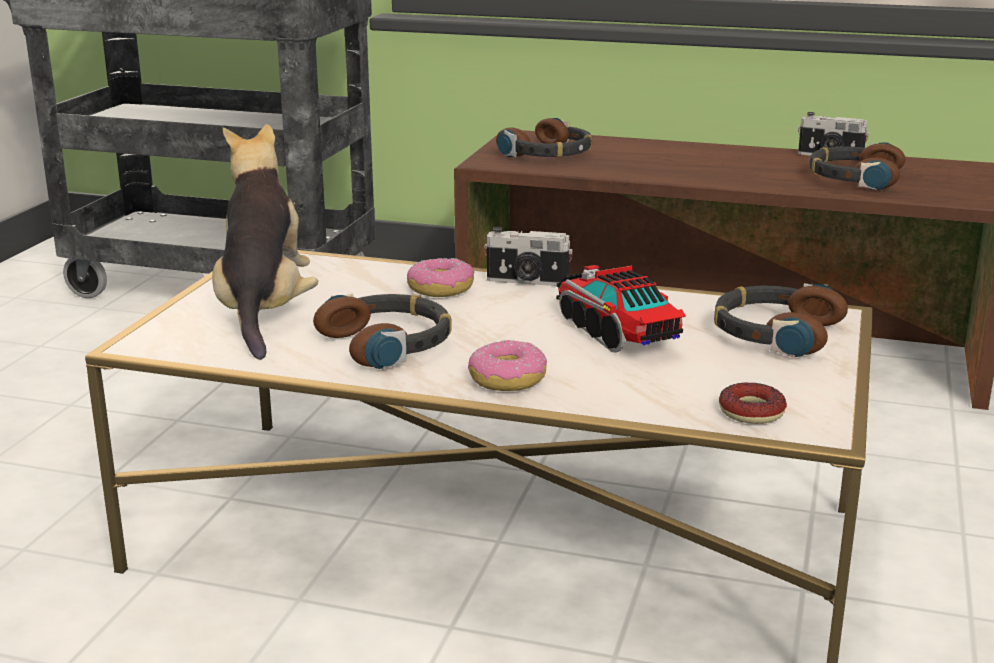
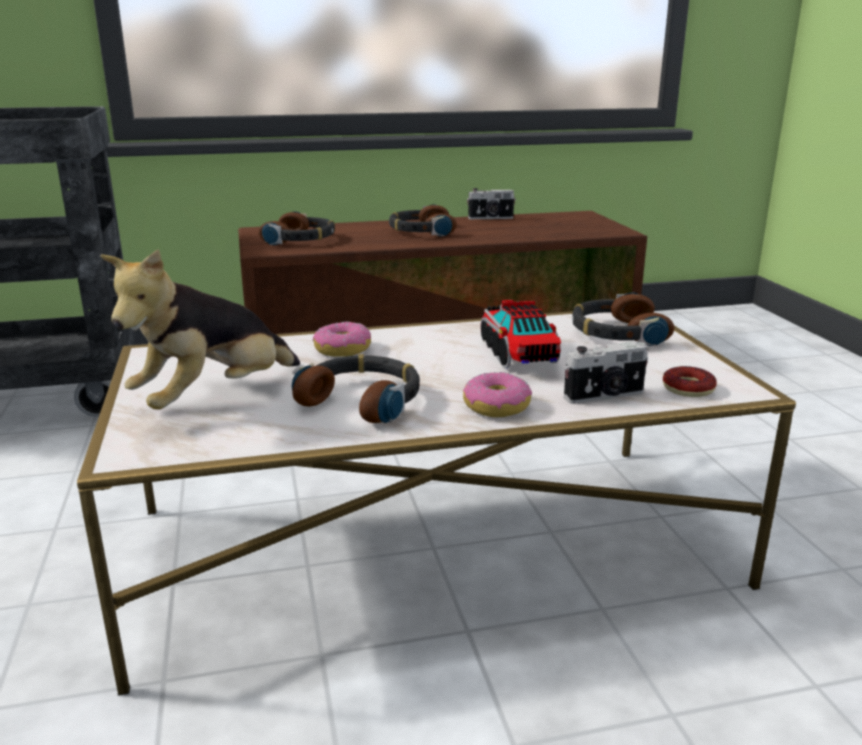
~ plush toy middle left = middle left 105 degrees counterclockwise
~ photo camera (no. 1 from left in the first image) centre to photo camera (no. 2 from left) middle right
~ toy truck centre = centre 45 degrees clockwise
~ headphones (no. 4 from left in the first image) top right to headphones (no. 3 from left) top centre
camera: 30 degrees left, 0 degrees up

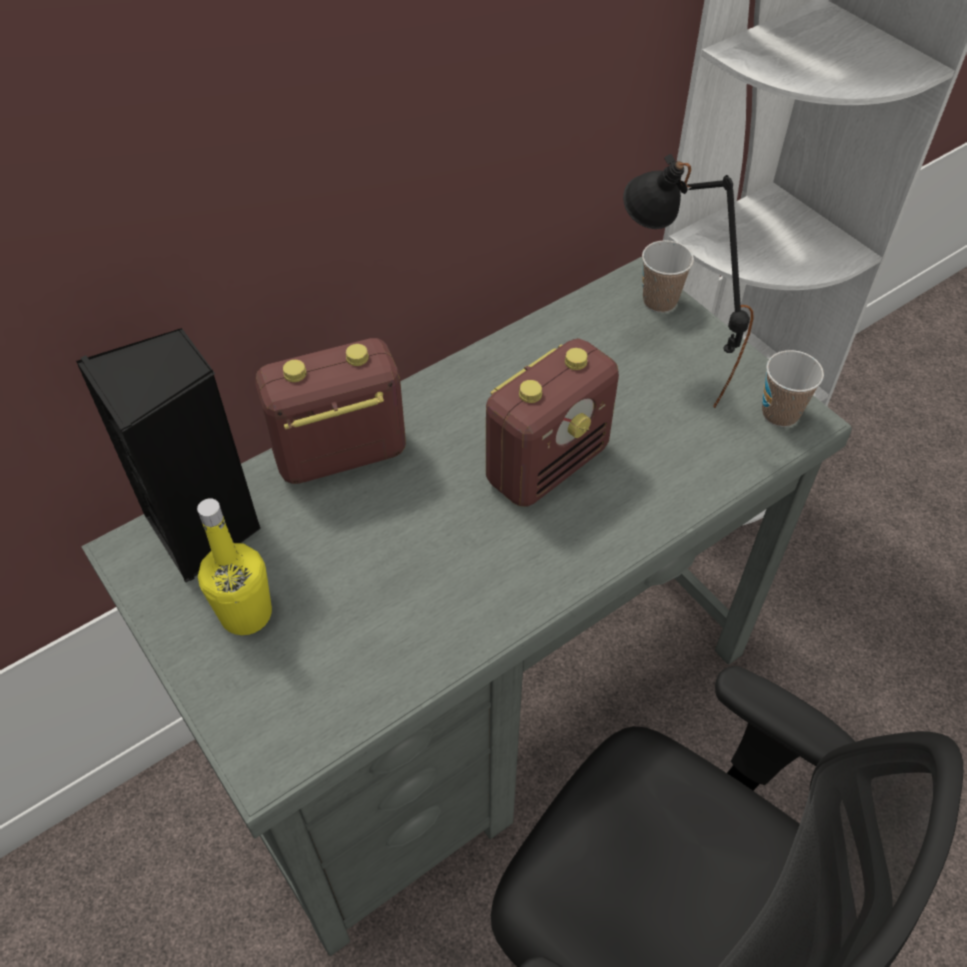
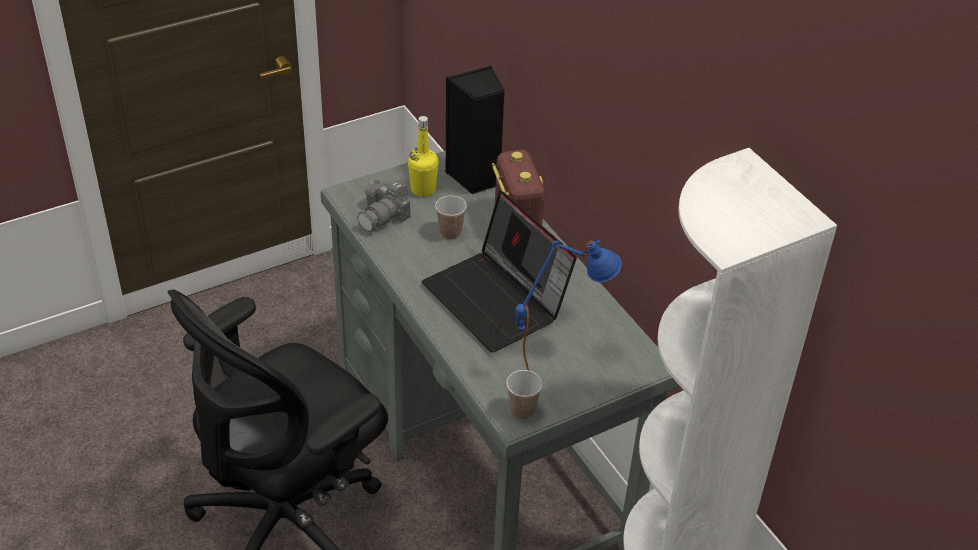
~ radio (no. 2 from left) centre to laptop centre
~ black table lamp top right to blue table lamp centre
~ cup (no. 1 from left) top right to centre
+ photo camera centre
camera: 95 degrees right, 10 degrees down

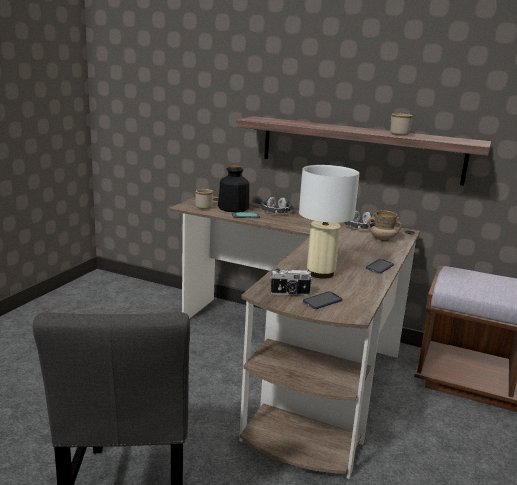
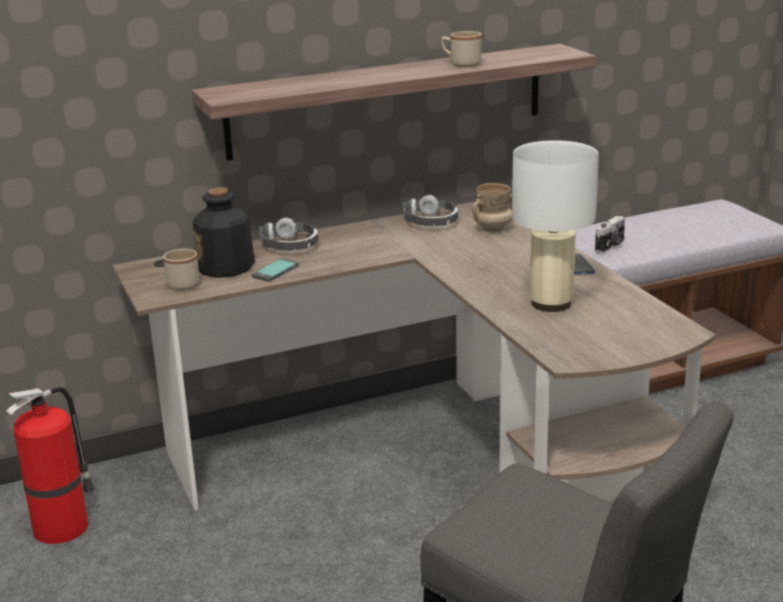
~ photo camera centre to middle right
- phone (no. 2 from left) centre
+ fire extinguisher bottom left
camera: 45 degrees left, 5 degrees up

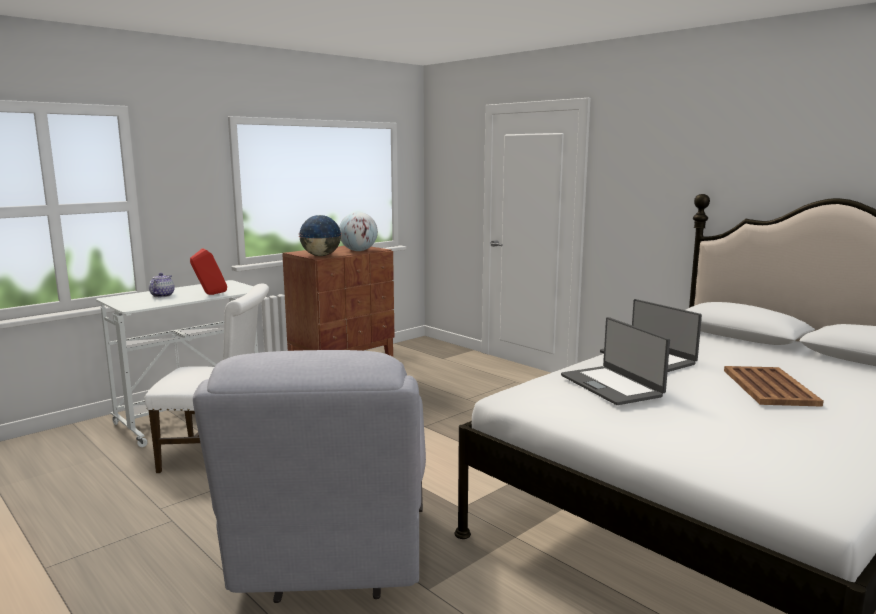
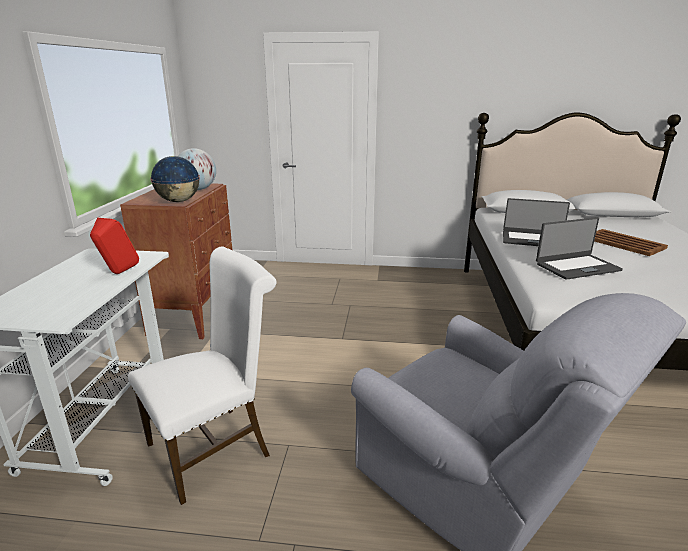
- teapot middle left
~ laptop (no. 1 from left in the first image) middle right = middle right 45 degrees counterclockwise
camera: 40 degrees left, 10 degrees up

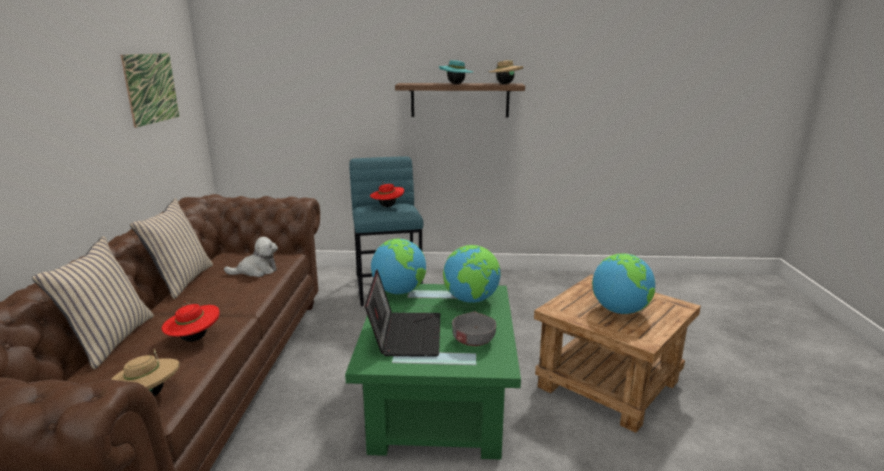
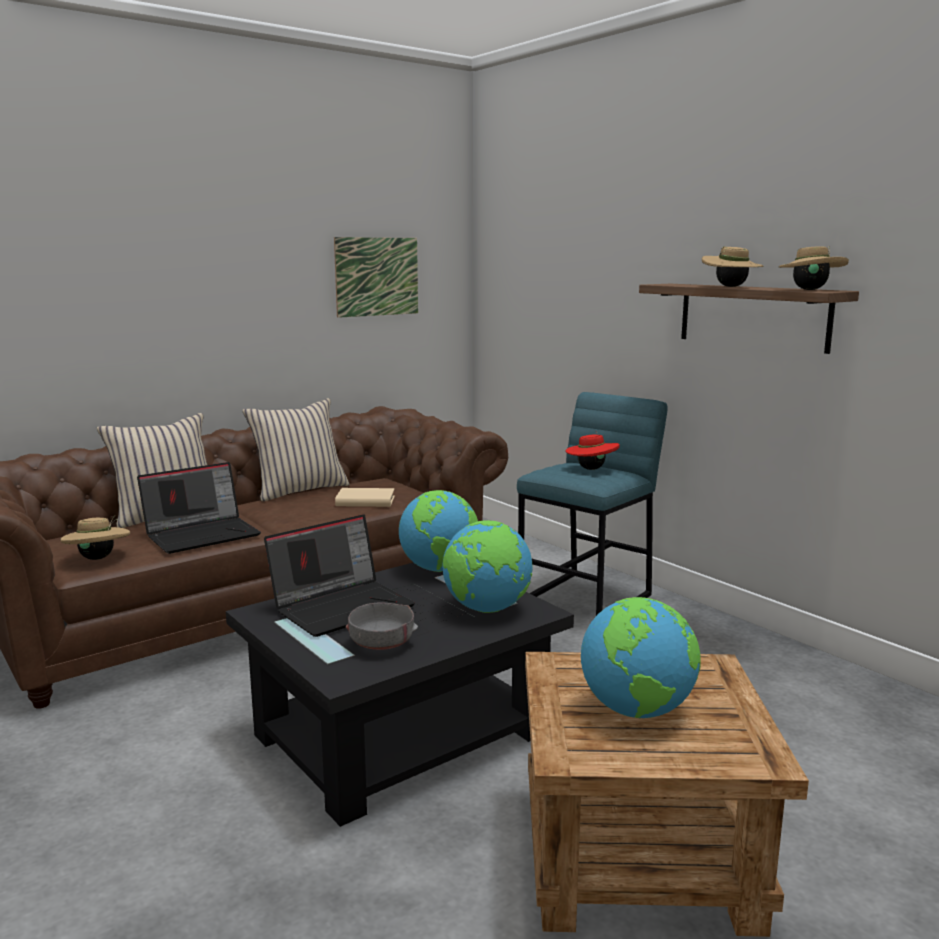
~ red hat (no. 1 from left) bottom left to laptop (no. 1 from left) middle left
~ plush toy middle left to beige book centre
~ green coffee table bottom centre to black coffee table bottom centre
~ turquoise hat top centre to beige hat (no. 2 from left) top right
camera: 50 degrees right, 5 degrees down

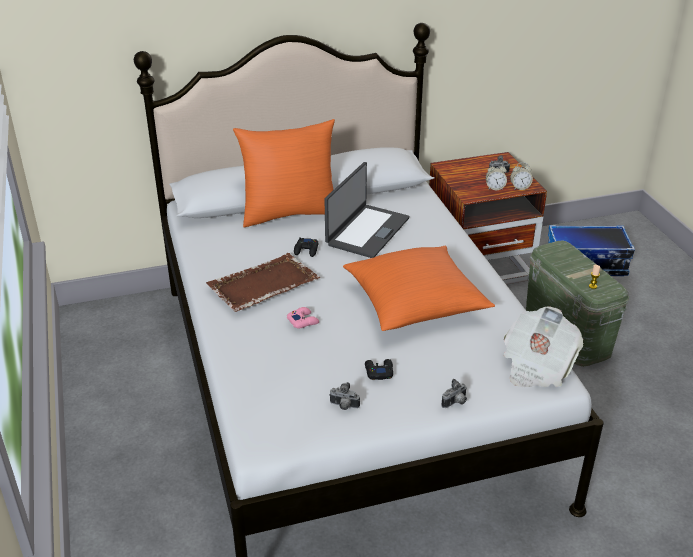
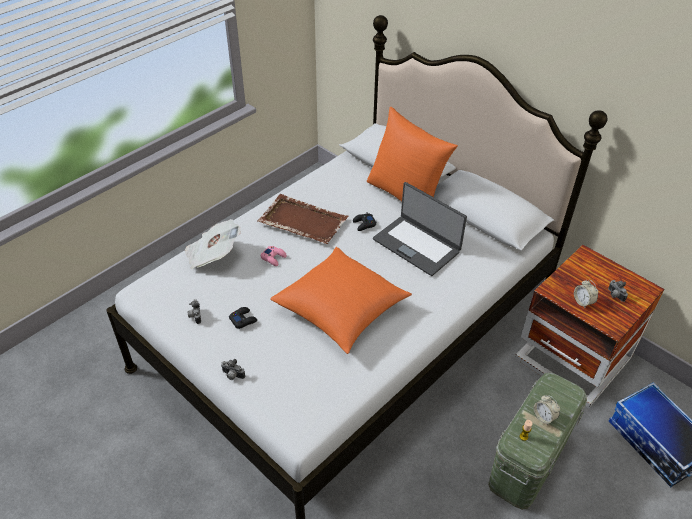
~ laptop centre = centre 45 degrees clockwise
~ newspaper middle right to middle left
~ alarm clock (no. 2 from left in the first image) top right to alarm clock (no. 1 from left) bottom right
camera: 60 degrees right, 10 degrees up

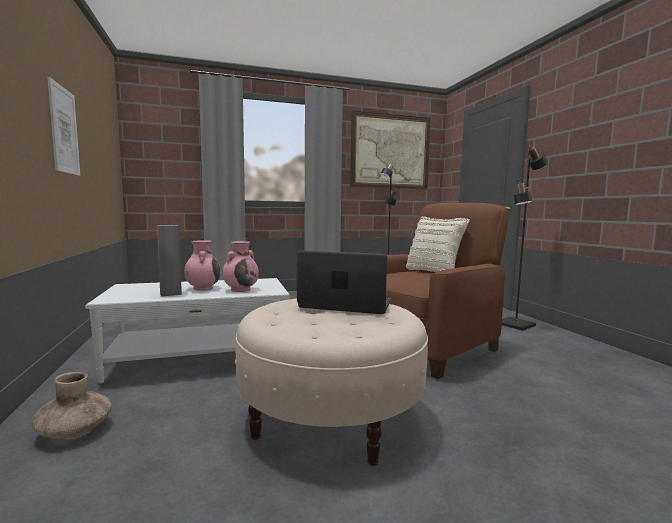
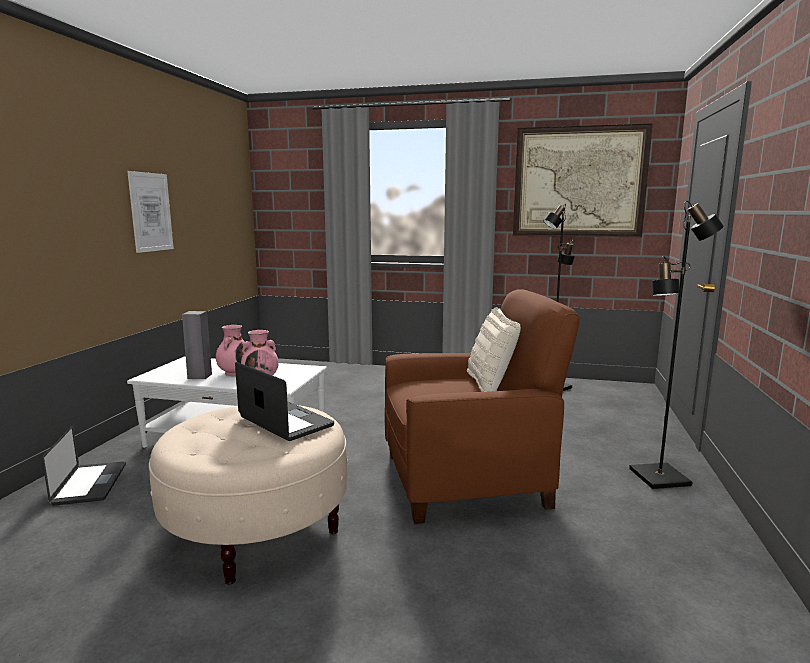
~ brown vase bottom left to laptop (no. 1 from left) bottom left
camera: 30 degrees right, 5 degrees up

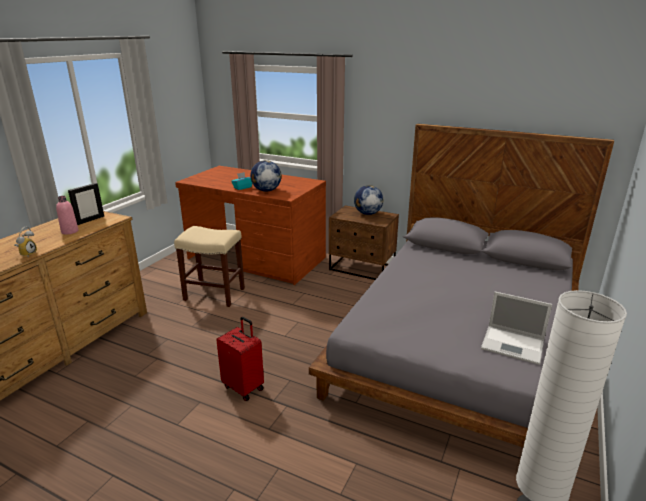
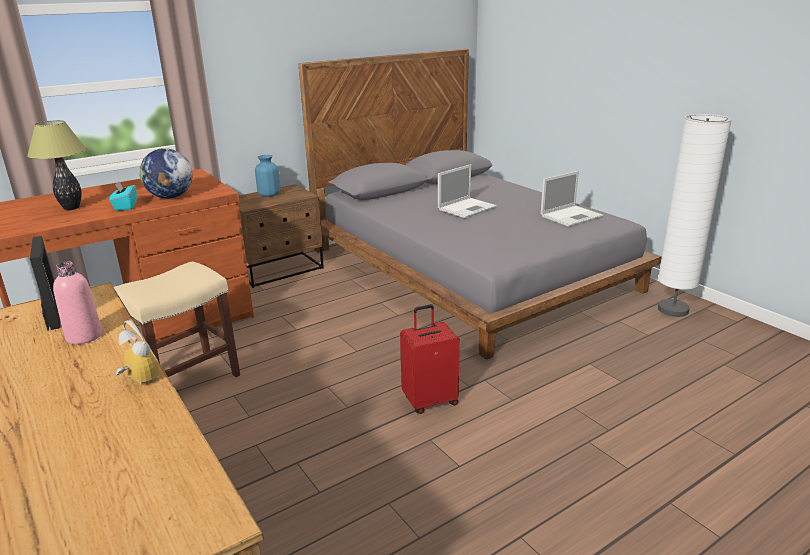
~ globe (no. 2 from left) centre to blue vase top left
+ table lamp top left
+ laptop (no. 1 from left) centre
camera: 60 degrees left, 0 degrees up

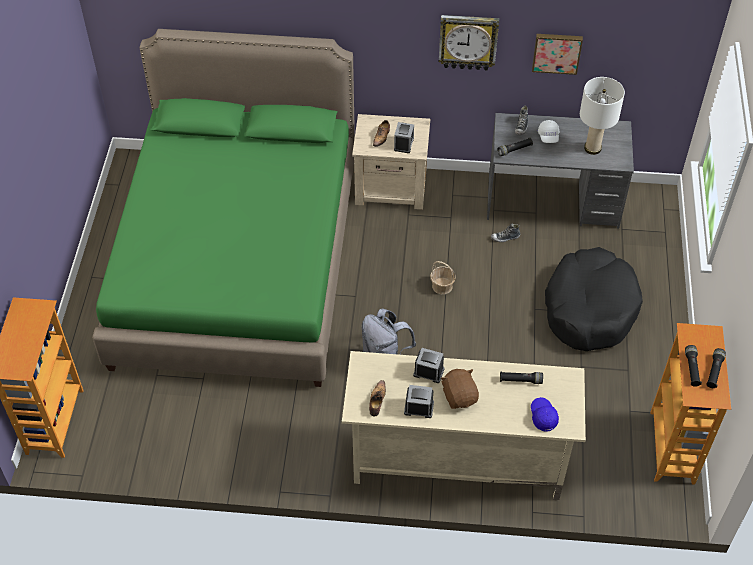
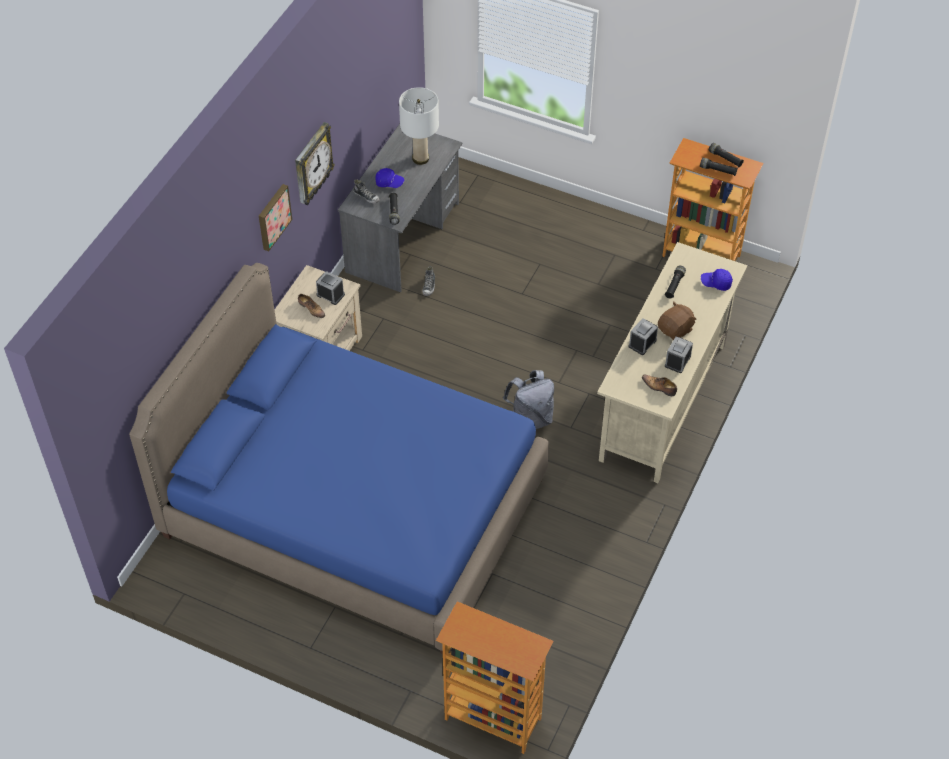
~ green bed middle left to blue bed centre
- basket centre
~ brown plush toy bottom centre = middle right 135 degrees clockwise
~ picture top right to top left
~ white cap top right to blue cap (no. 1 from left) top centre
- black dog bed middle right
camera: 70 degrees left, 0 degrees up

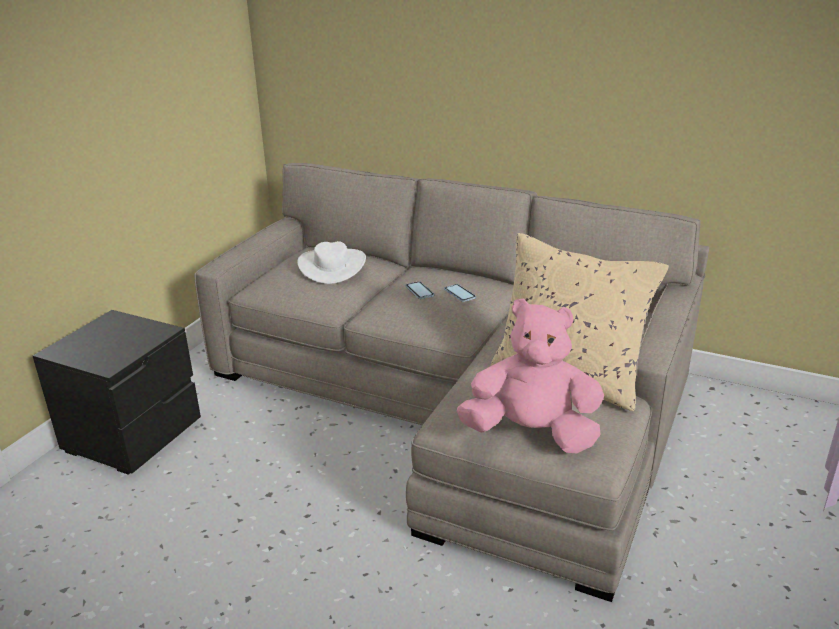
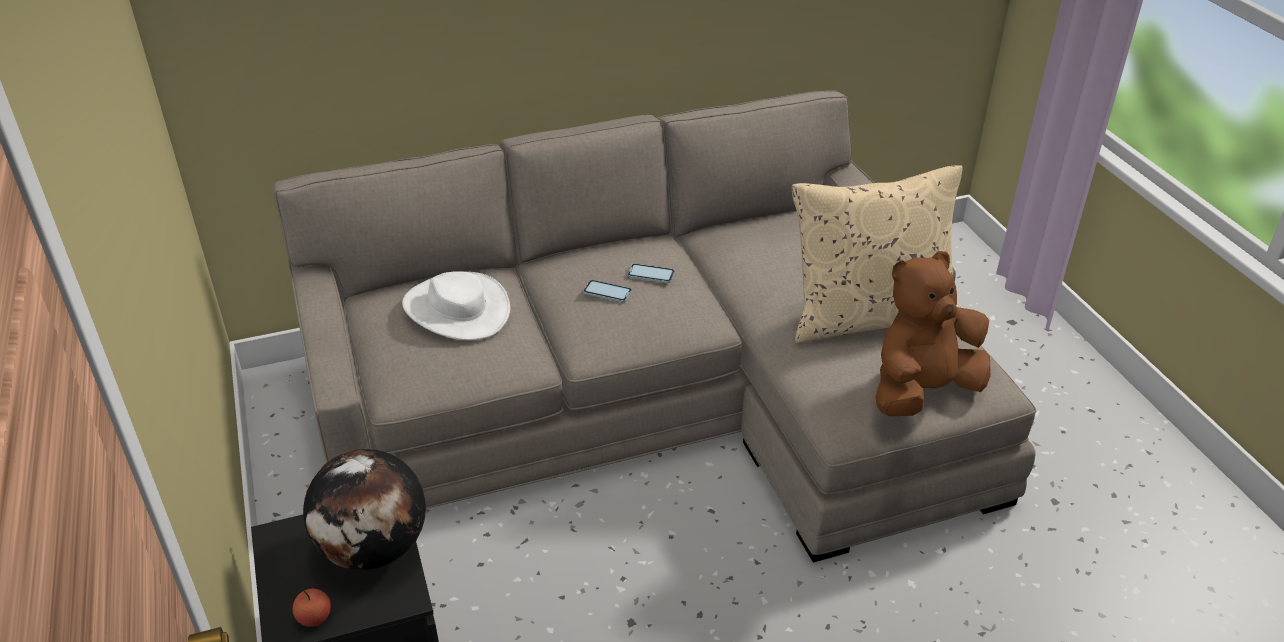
~ pink plush toy centre to brown plush toy middle right
+ apple bottom left
+ globe bottom left
camera: 45 degrees left, 10 degrees up

